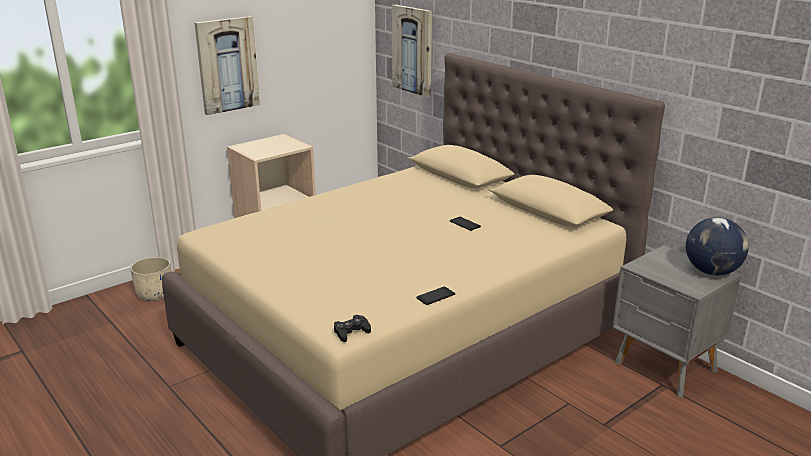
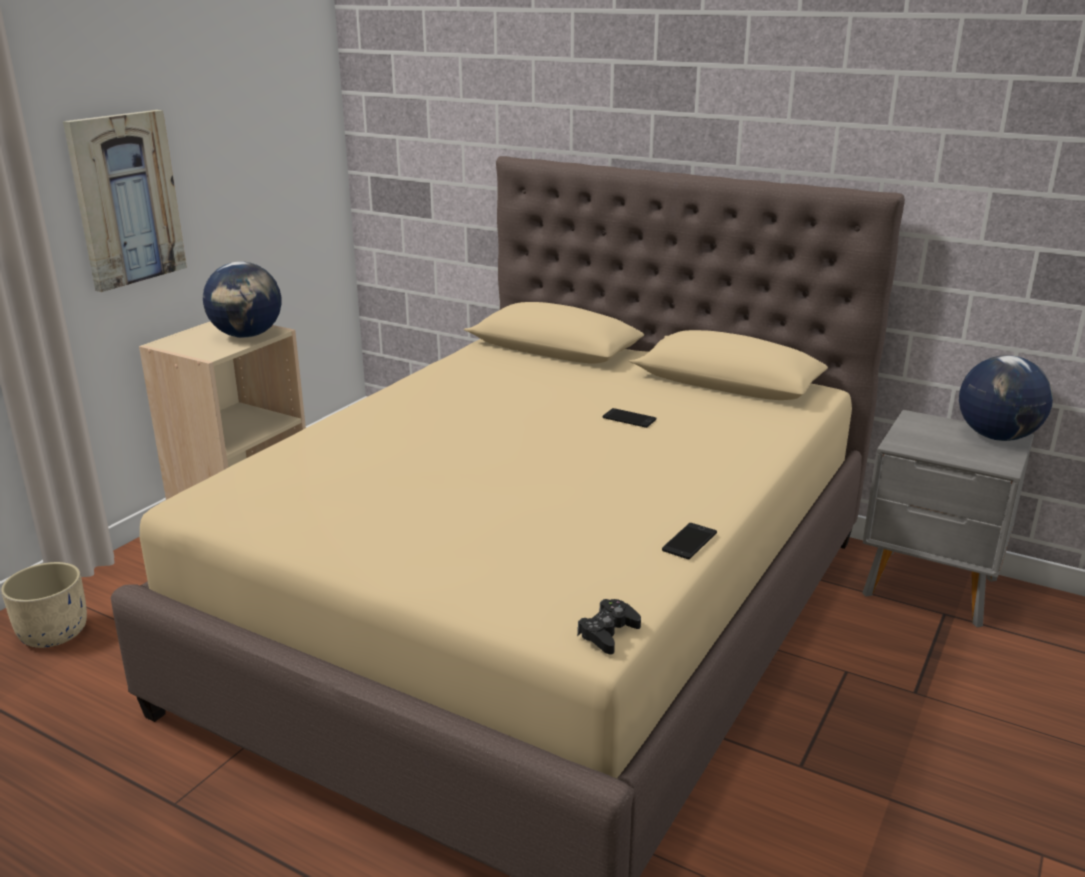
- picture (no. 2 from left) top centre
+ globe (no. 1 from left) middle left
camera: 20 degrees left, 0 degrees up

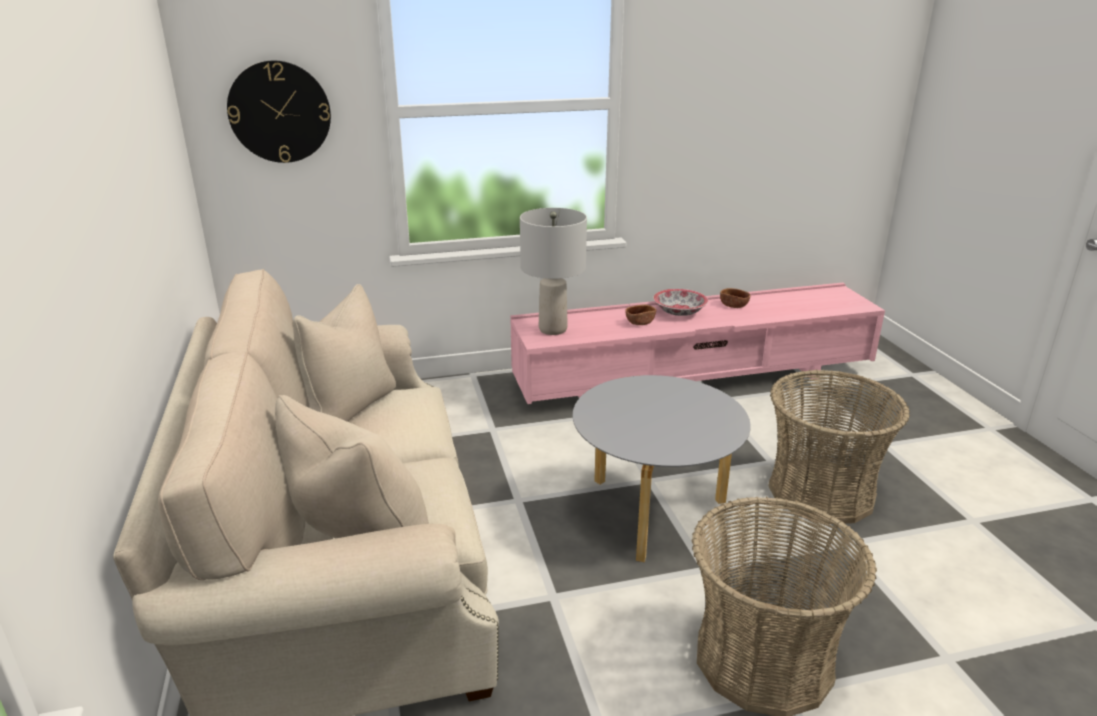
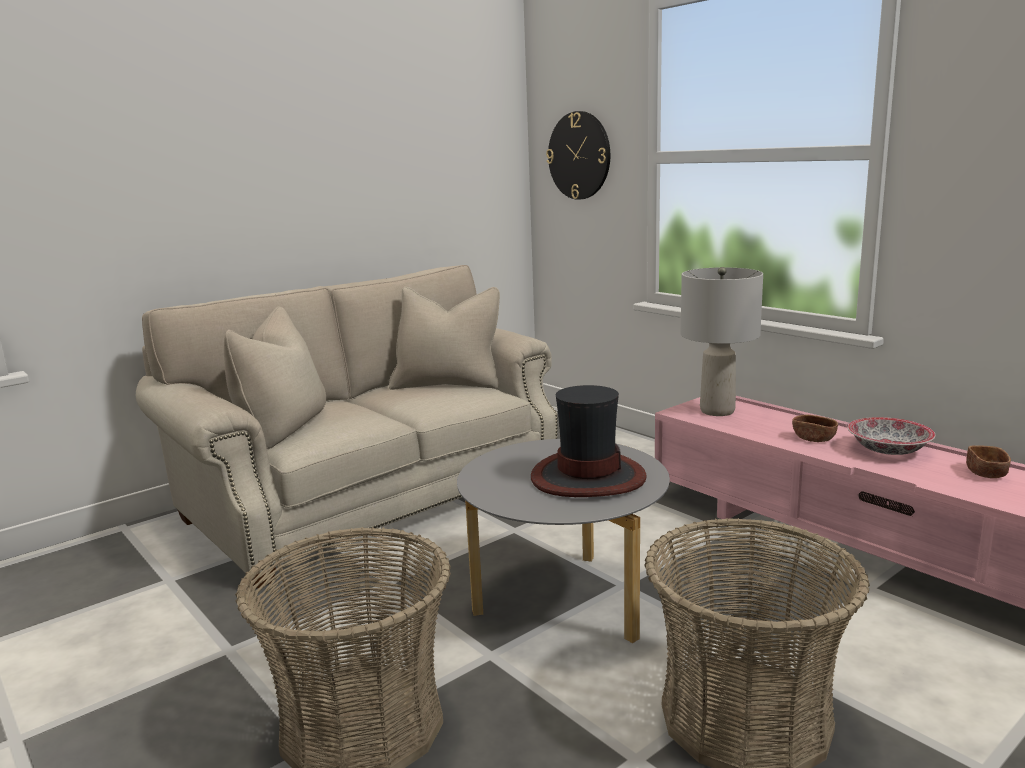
+ hat centre
camera: 65 degrees right, 10 degrees down

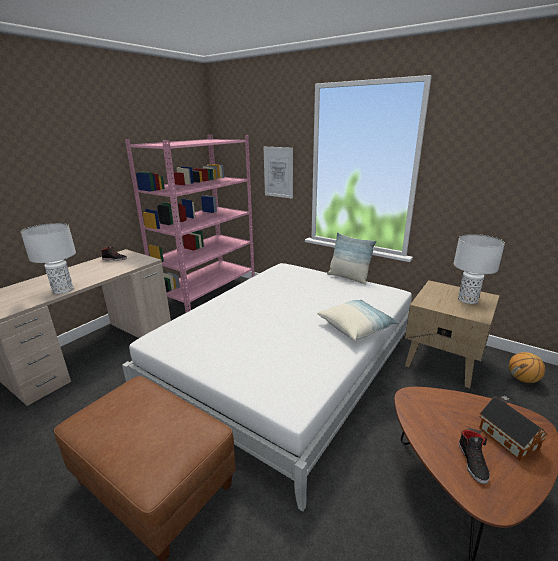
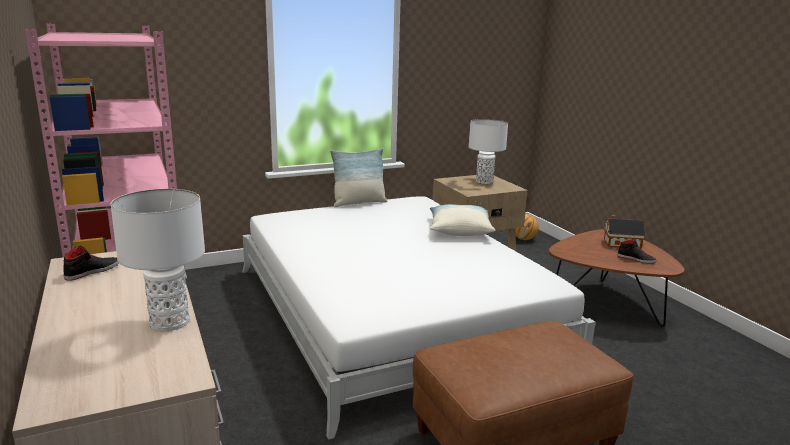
- picture top centre
camera: 60 degrees left, 5 degrees down

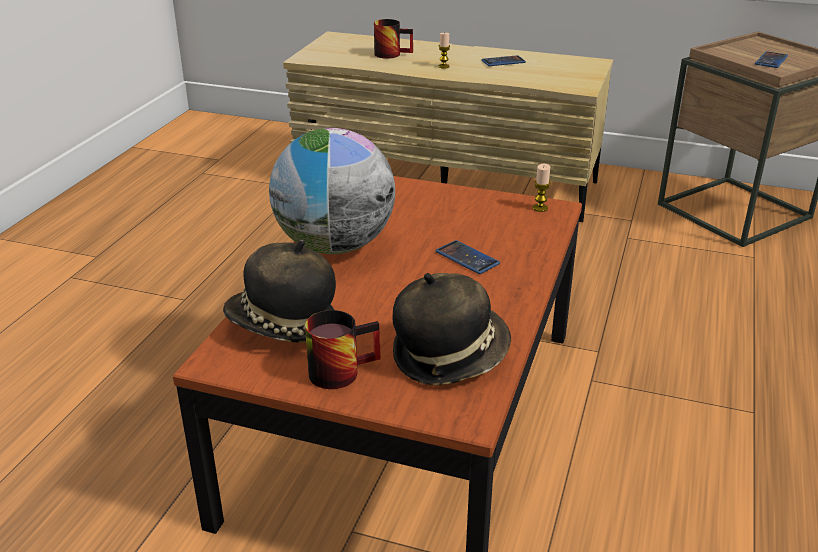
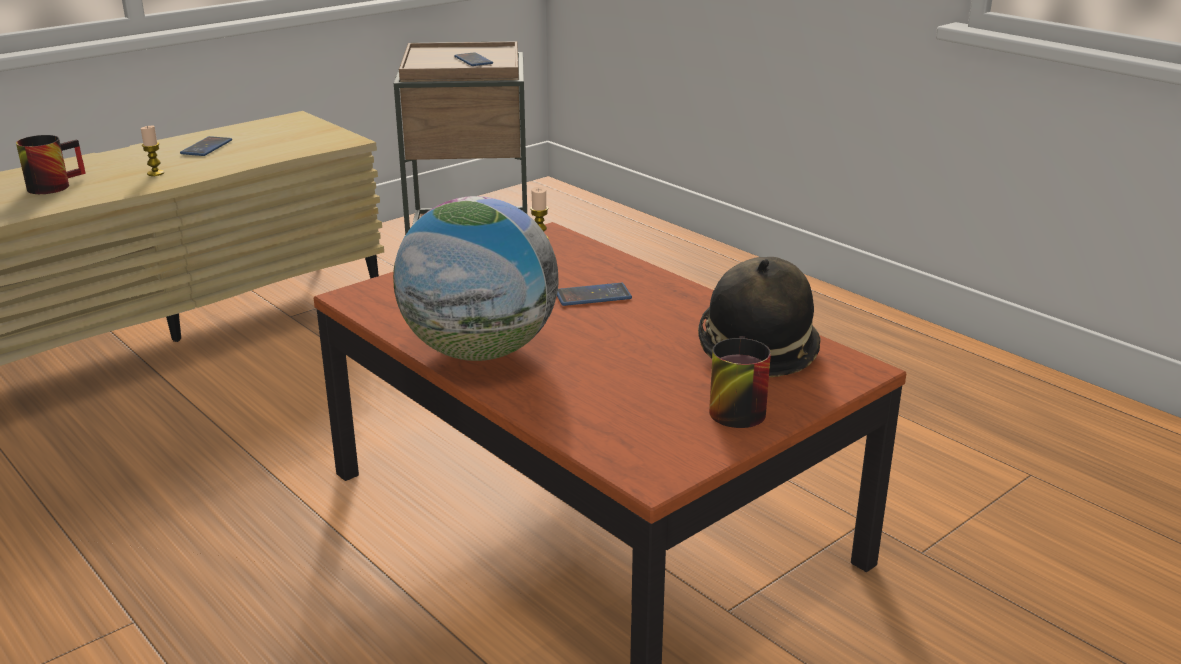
- hat (no. 1 from left) centre
camera: 60 degrees left, 5 degrees down

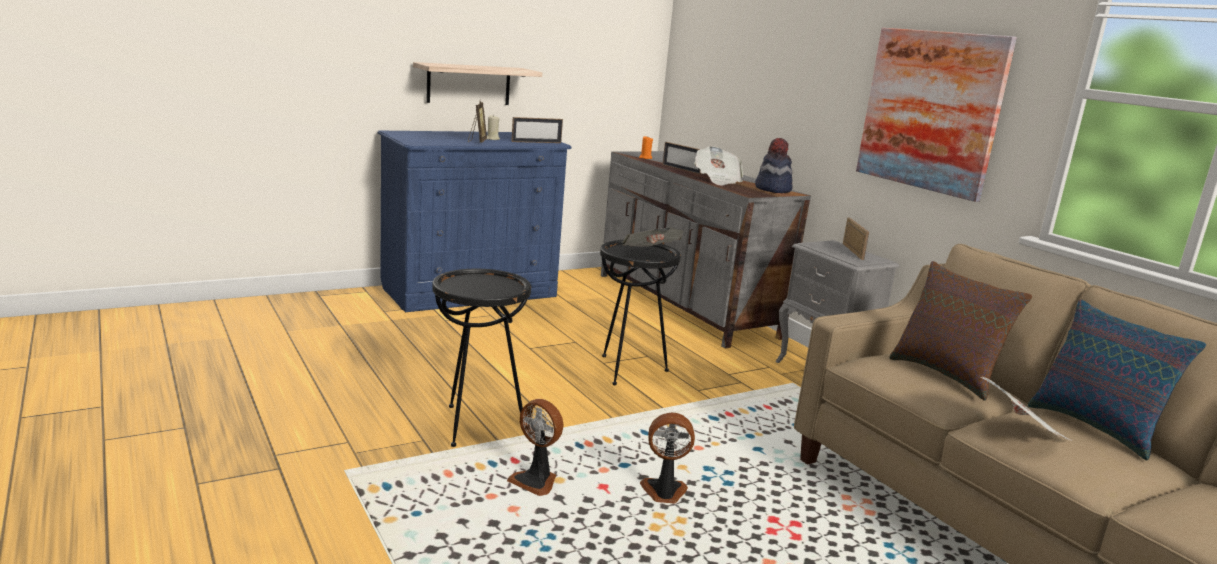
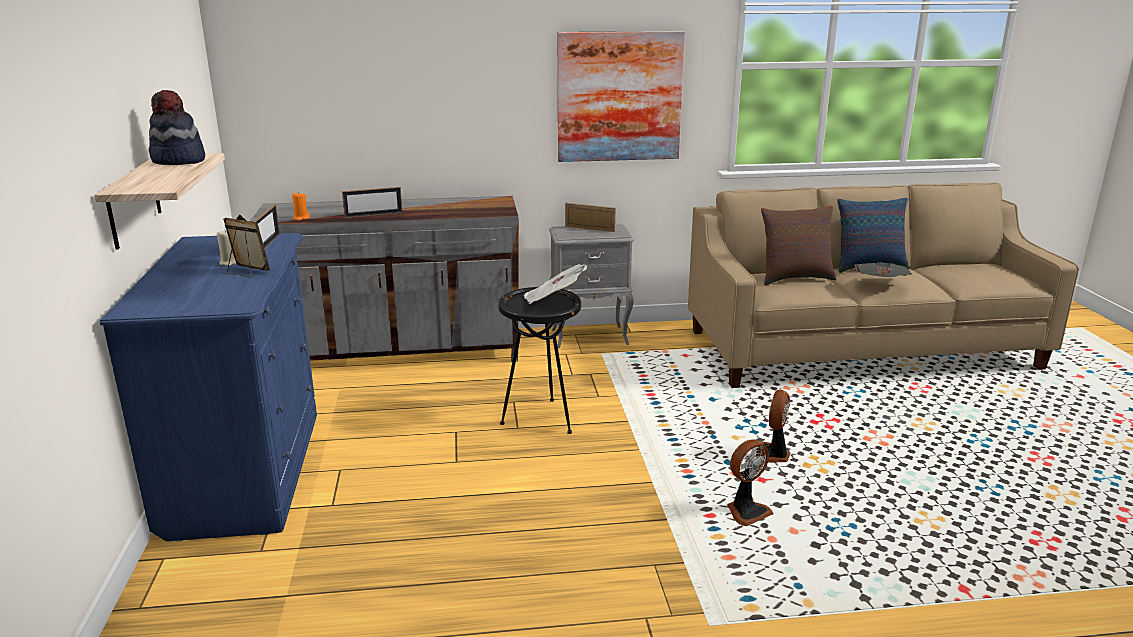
- black side table (no. 1 from left) centre
- newspaper (no. 2 from left) top centre
~ hat top centre to top left
camera: 65 degrees left, 5 degrees up

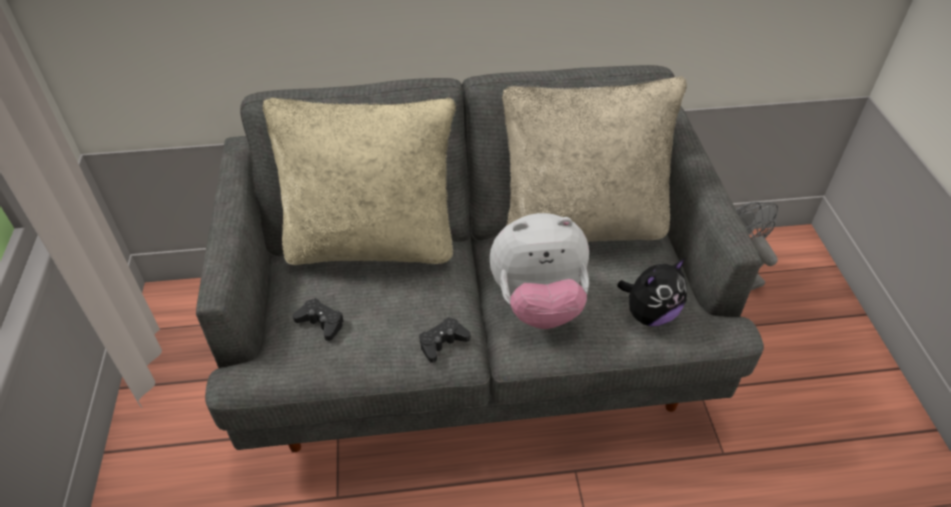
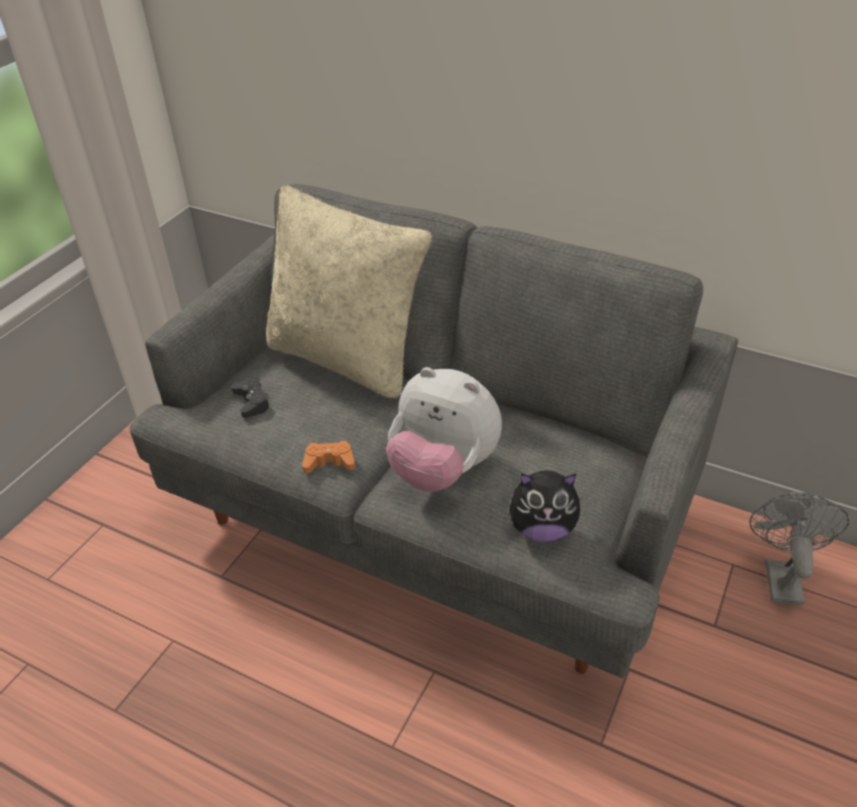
~ black game controller (no. 2 from left) bottom centre to orange game controller centre
- beige pillow (no. 2 from left) top centre
camera: 35 degrees right, 5 degrees down

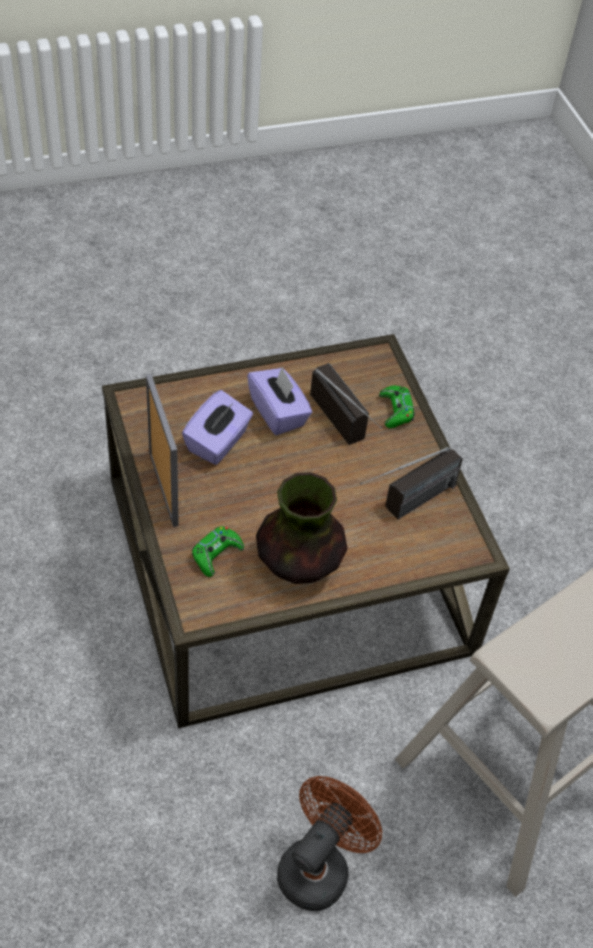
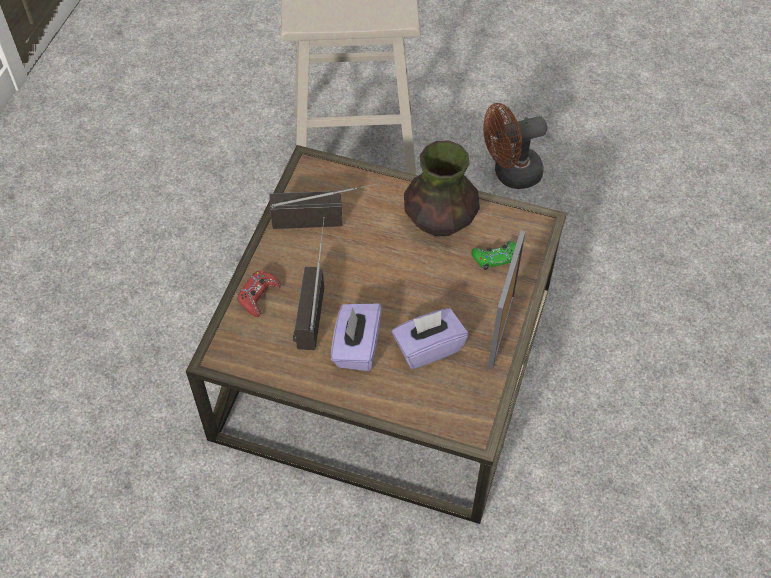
~ green game controller (no. 2 from left) middle right to red game controller centre
camera: 140 degrees left, 5 degrees up

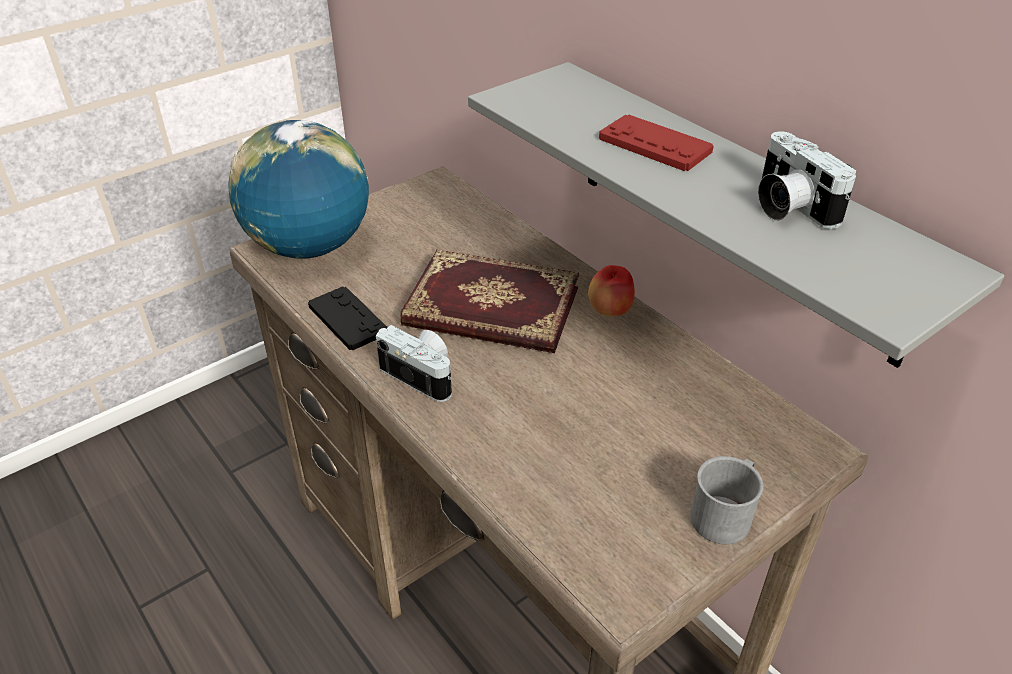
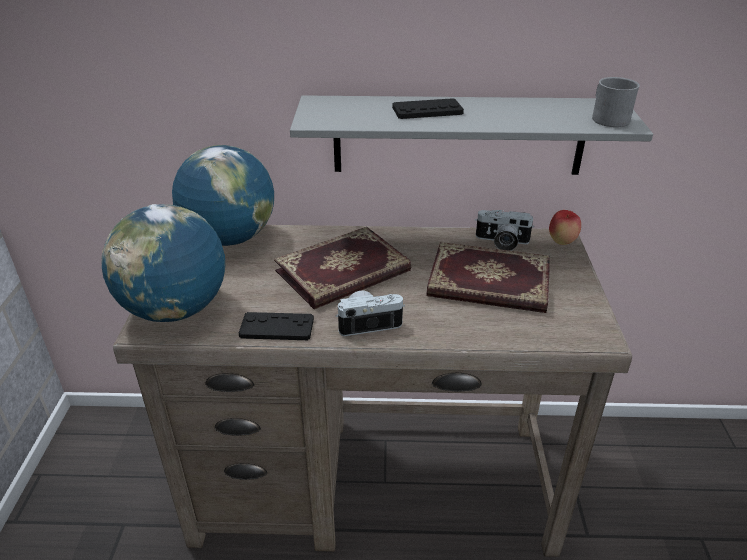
~ apple centre to middle right
~ red game controller top centre to black game controller (no. 2 from left) top centre
~ grey mug bottom right to top right
~ photo camera (no. 2 from left) top right to middle right
+ globe (no. 2 from left) middle left
+ book (no. 2 from left) centre
camera: 50 degrees left, 5 degrees down

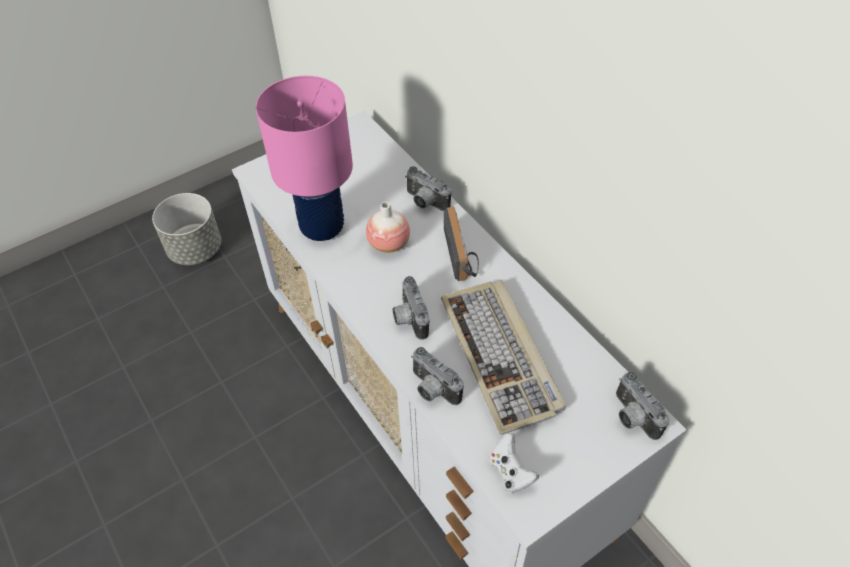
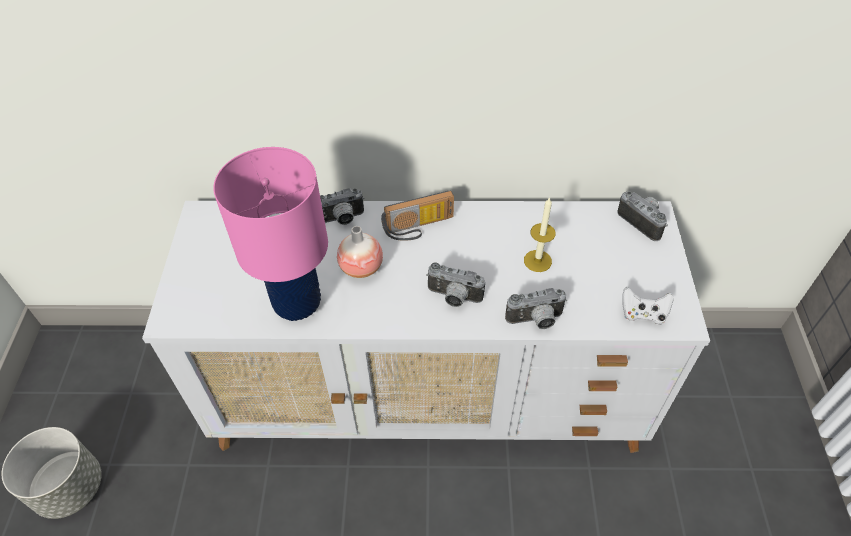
~ keyboard centre to candle centre
~ radio centre = centre 135 degrees clockwise
~ photo camera (no. 4 from left) bottom right = middle right 135 degrees counterclockwise
camera: 55 degrees left, 0 degrees up

